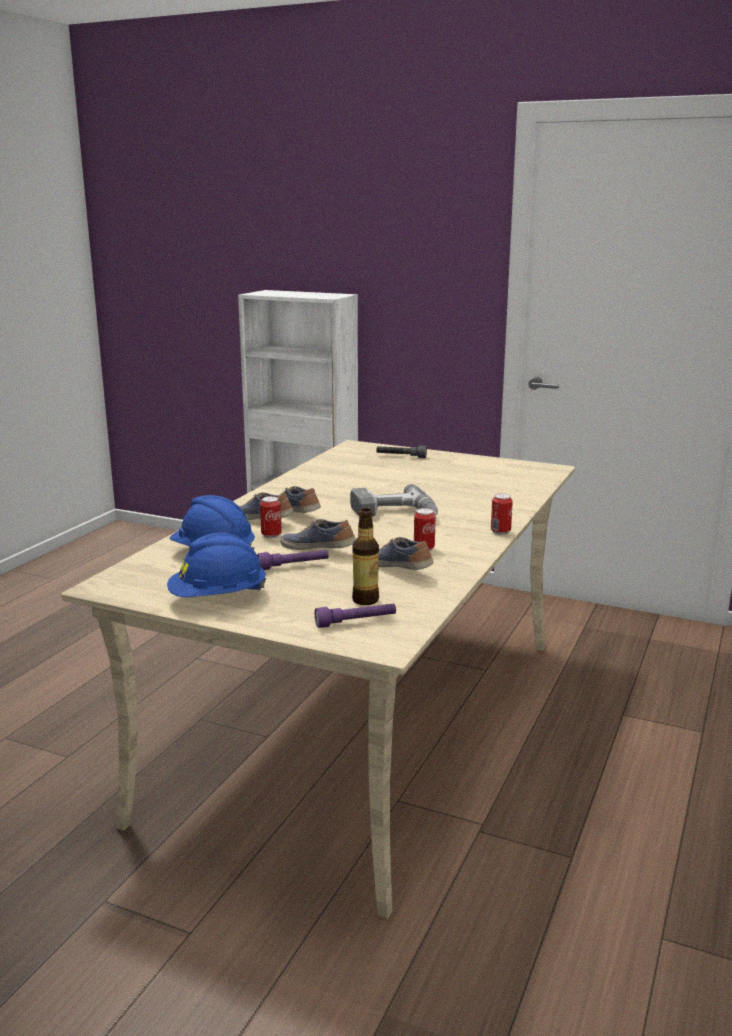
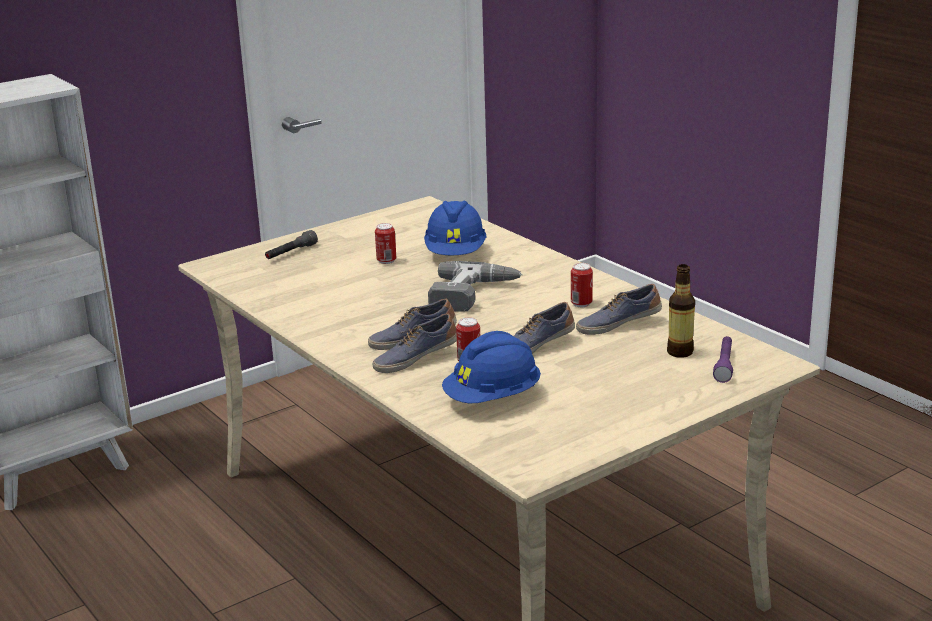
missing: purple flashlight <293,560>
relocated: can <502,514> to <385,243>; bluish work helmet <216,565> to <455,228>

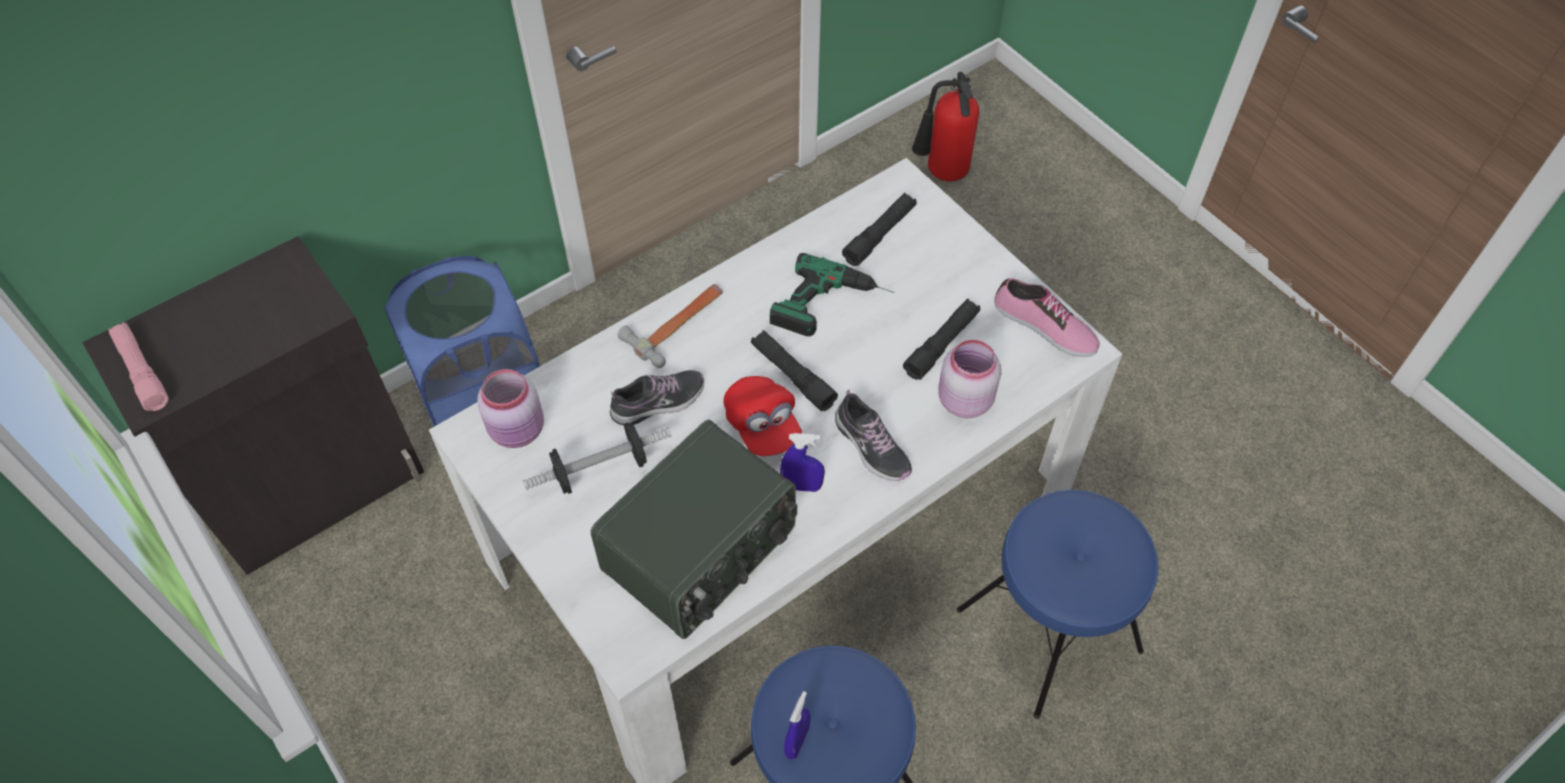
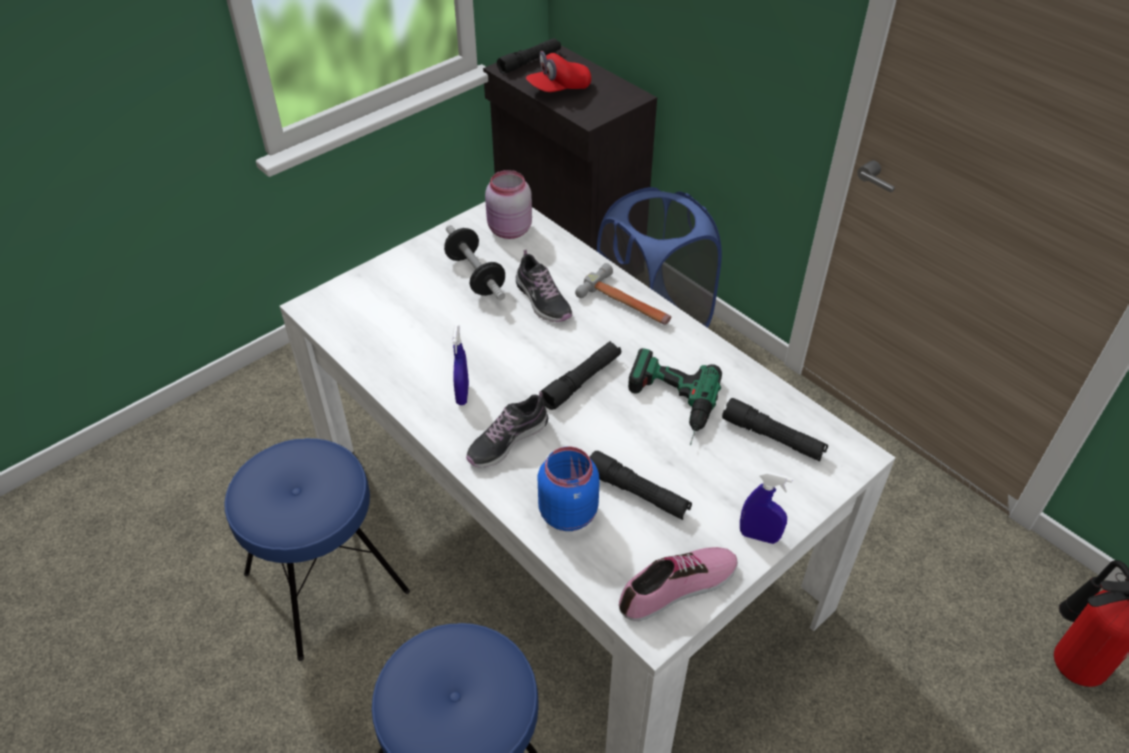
missing: radio <694,529>
relocated: red-coloured peaked cap <762,416> to <558,71>; bluish sprayer <797,725> to <766,507>
colour: pinkish flashlight <139,366> to black flashlight <529,56>; pinkish jar <969,379> to bluish jar <568,488>
spun: low shoe <1047,317> = <678,584> 150 degrees counterclockwise

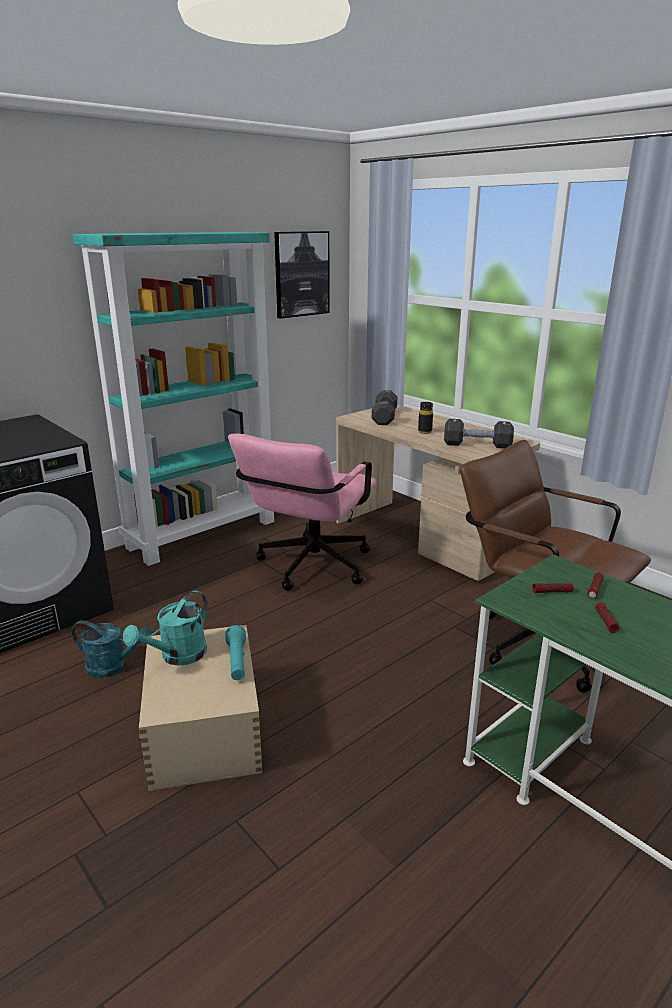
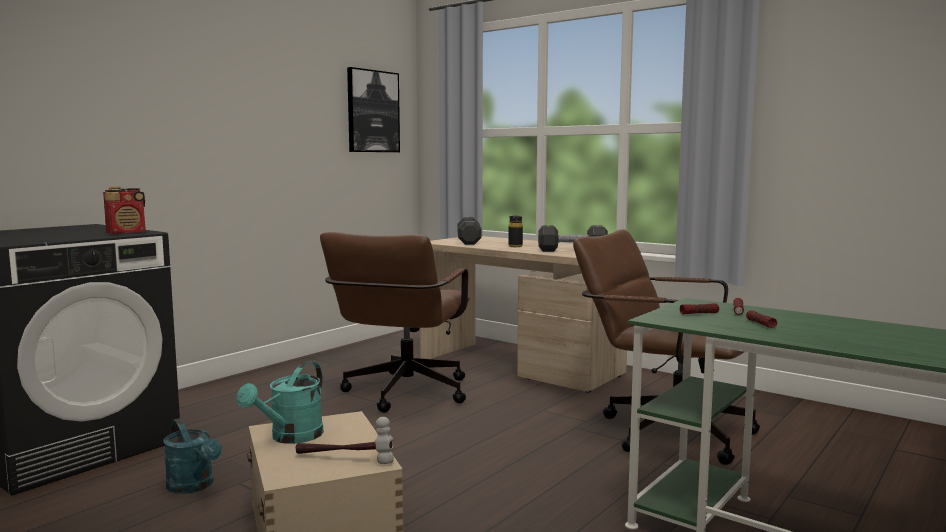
missing: turquoise bookshelf <173,399>; turquoise flashlight <235,652>
appeared: radio <124,210>; tool hammer <345,440>
colour: pinkish office chair <302,512> to brownish office chair <395,322>
spun: turquoise sprinkling can <113,649> = <192,456> 45 degrees clockwise

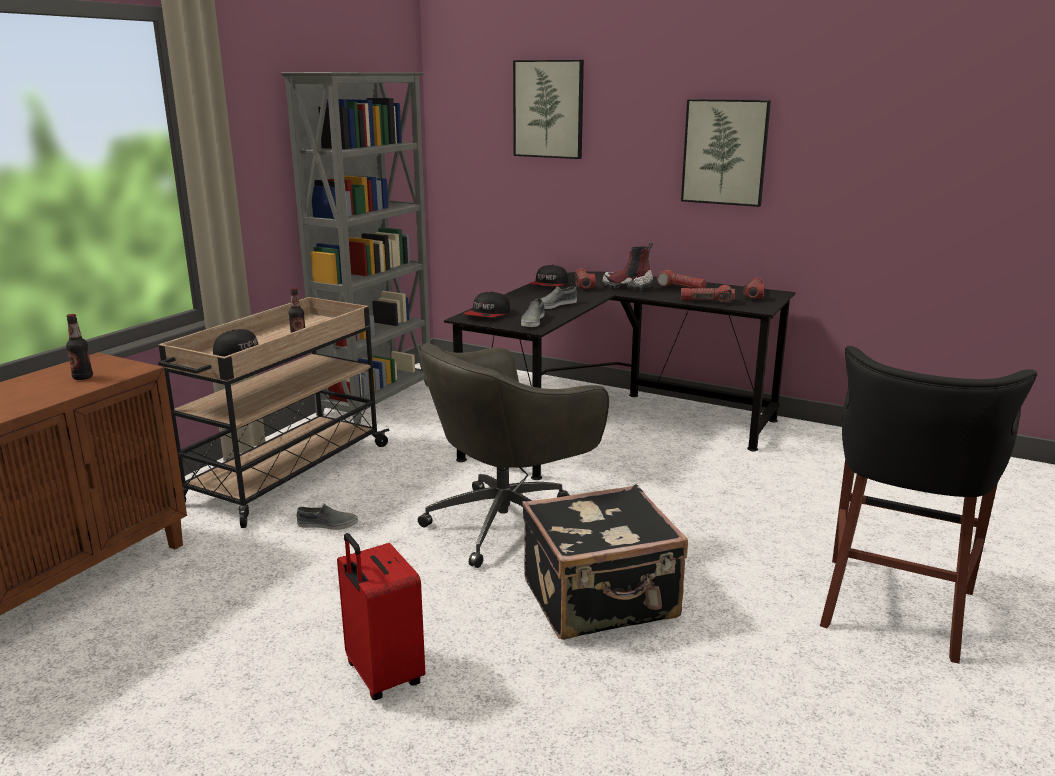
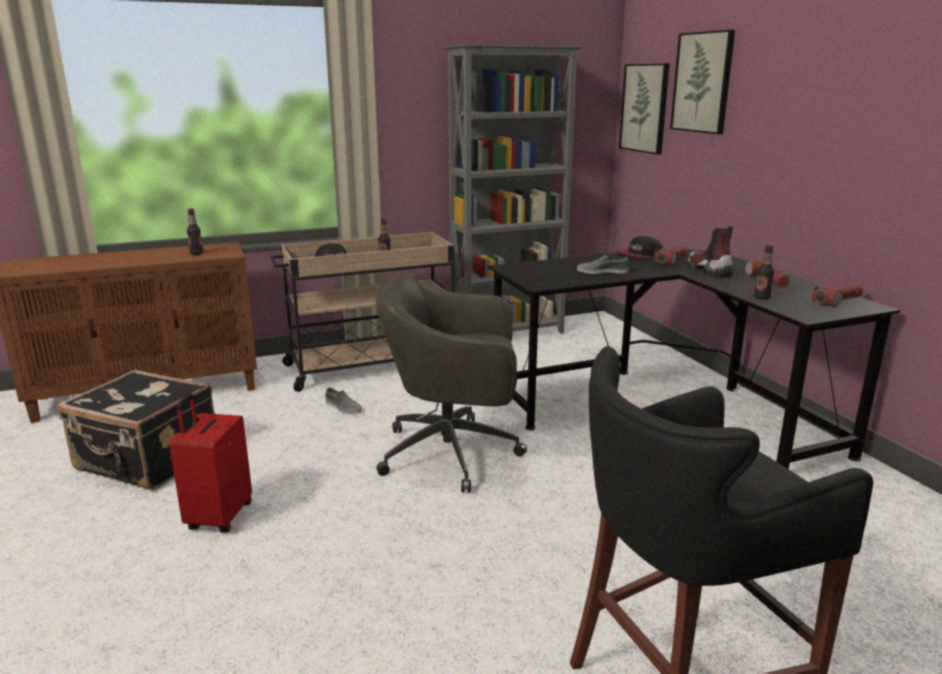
missing: peaked cap <487,304>; greyish low shoe <532,313>
relocated: black travel case <605,562> to <136,430>; wall art <726,153> to <644,109>
exchanged: flashlight <708,294> to beverage bottle <764,272>

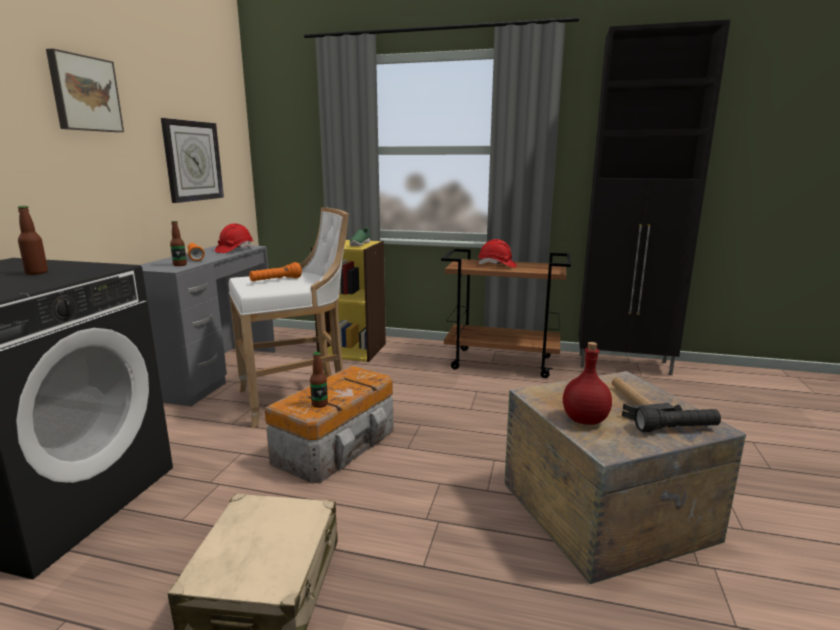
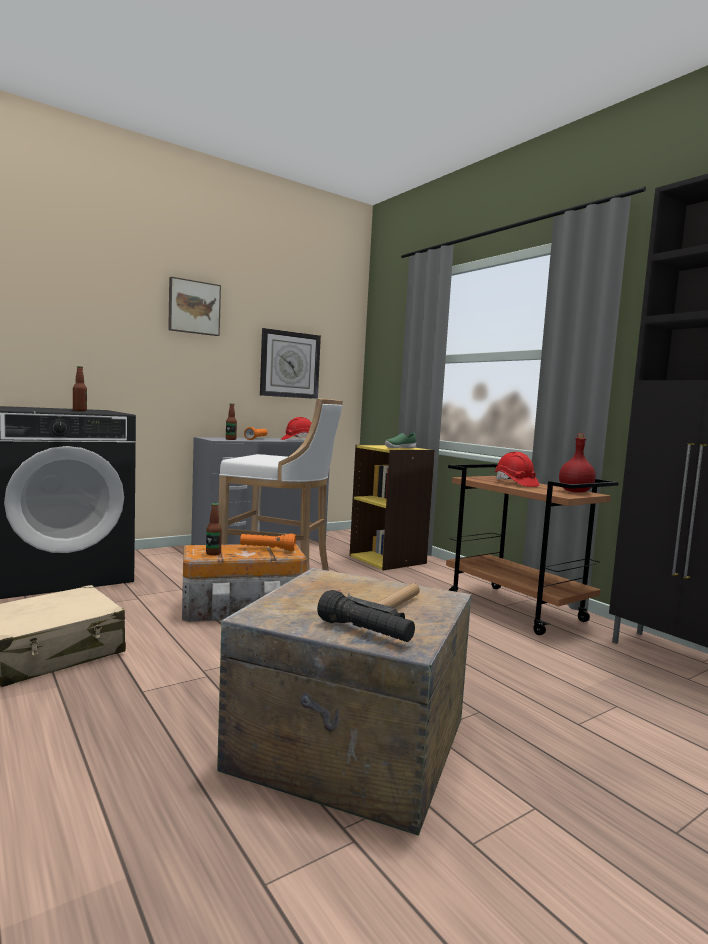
relocated: orangey flashlight <275,271> to <268,542>; red-coloured beverage bottle <587,383> to <577,463>

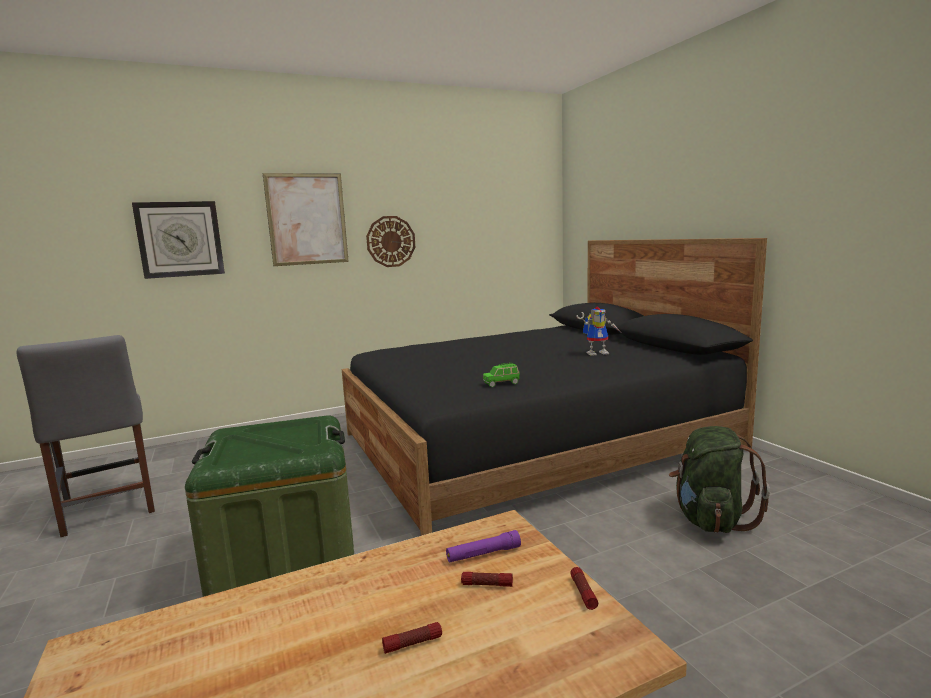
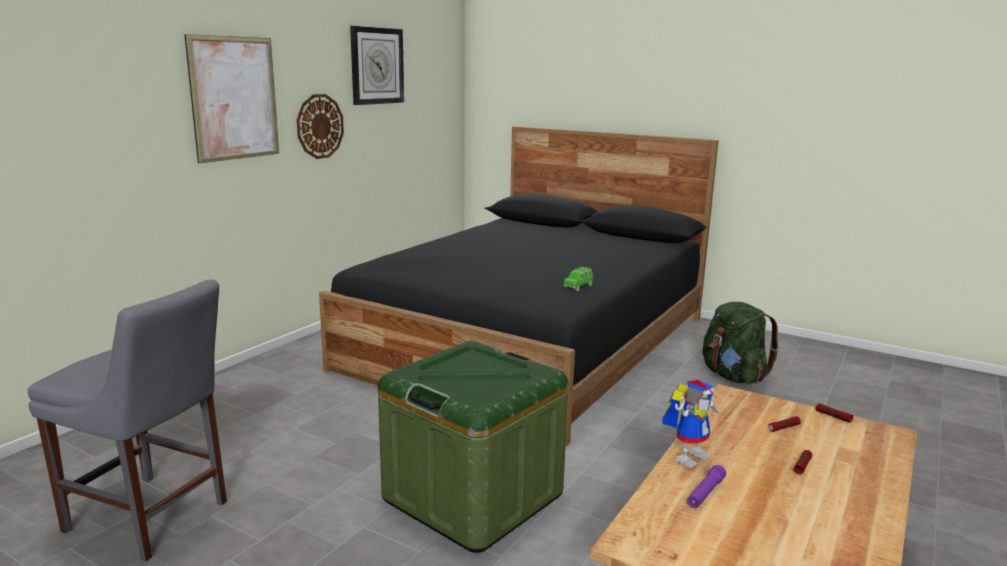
relocated: wall clock <178,240> to <377,65>; toy robot <598,331> to <690,424>; purple flashlight <483,546> to <706,486>

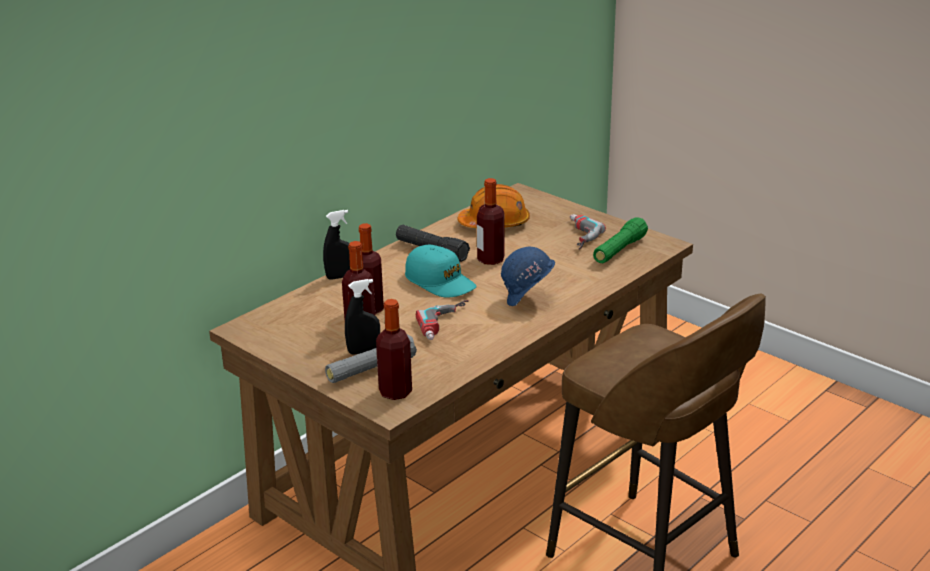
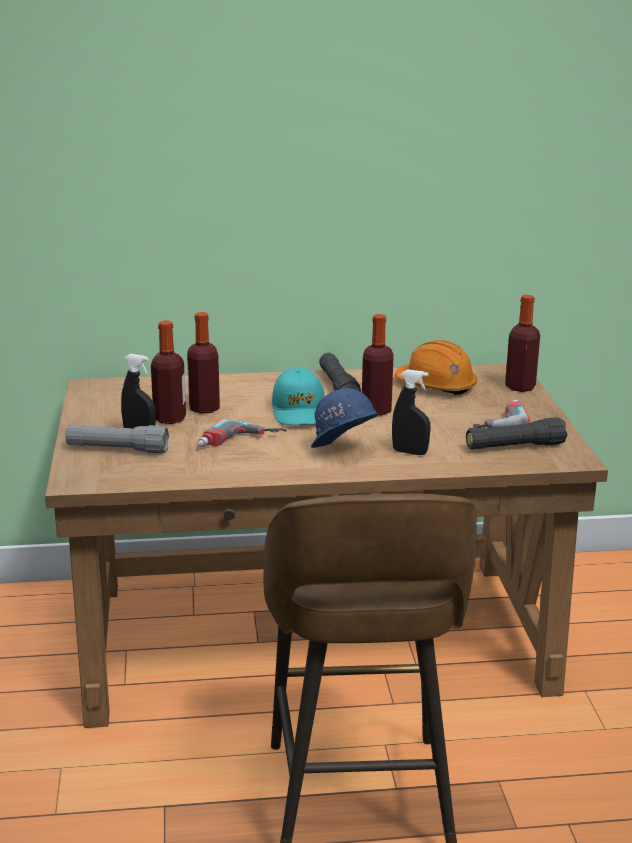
relocated: black sprayer <336,245> to <411,412>; beverage bottle <394,349> to <522,343>
colour: green-coloured flashlight <620,240> to black flashlight <516,433>

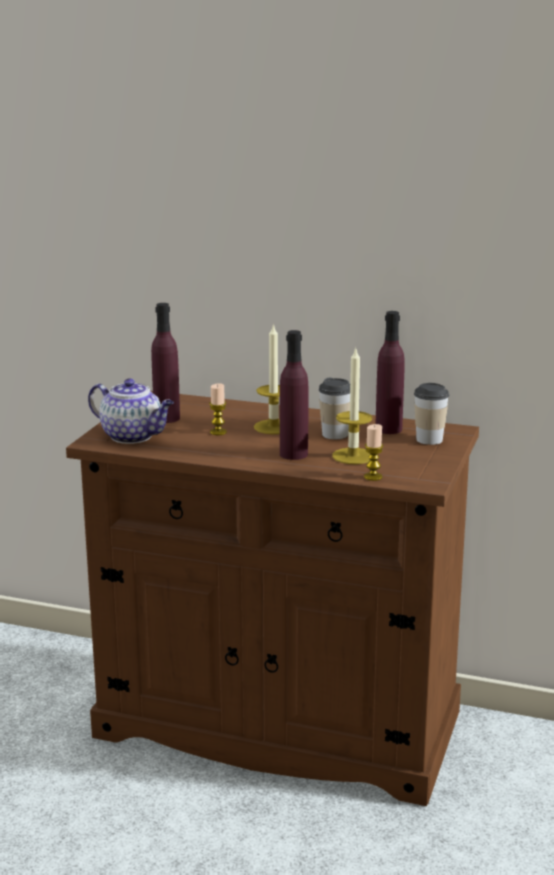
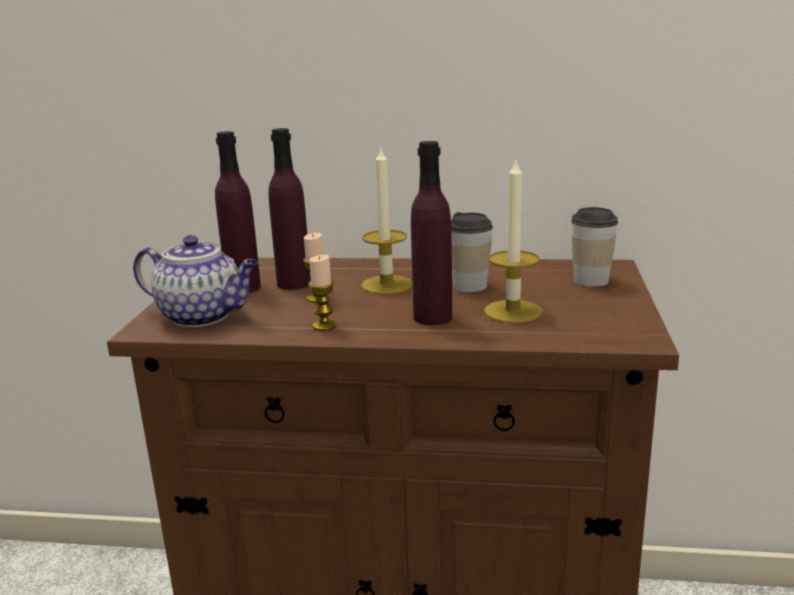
relocated: purple beverage bottle <390,372> to <289,209>; wax candle <374,452> to <323,293>

